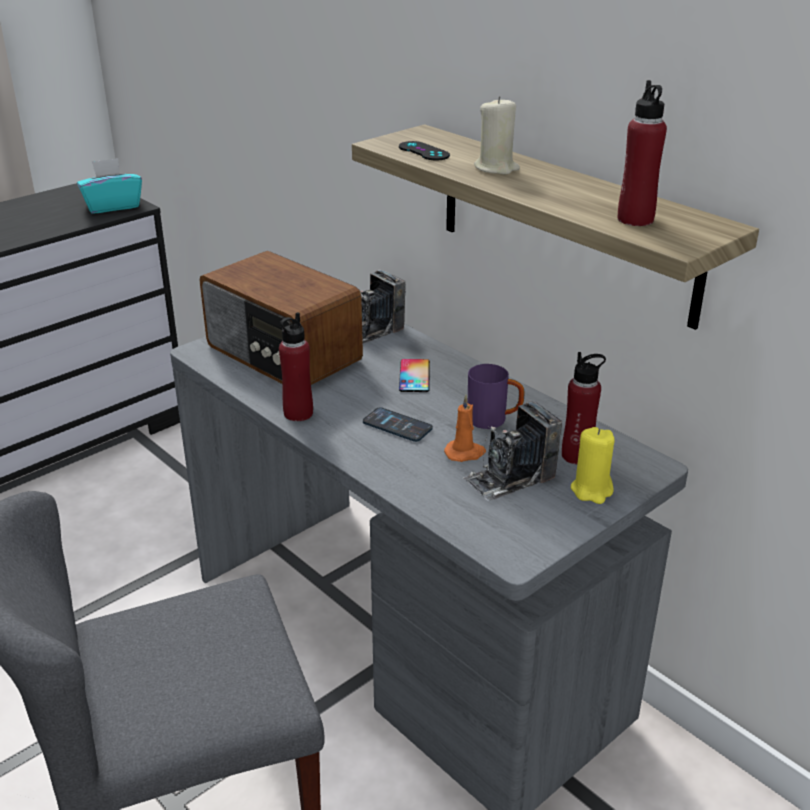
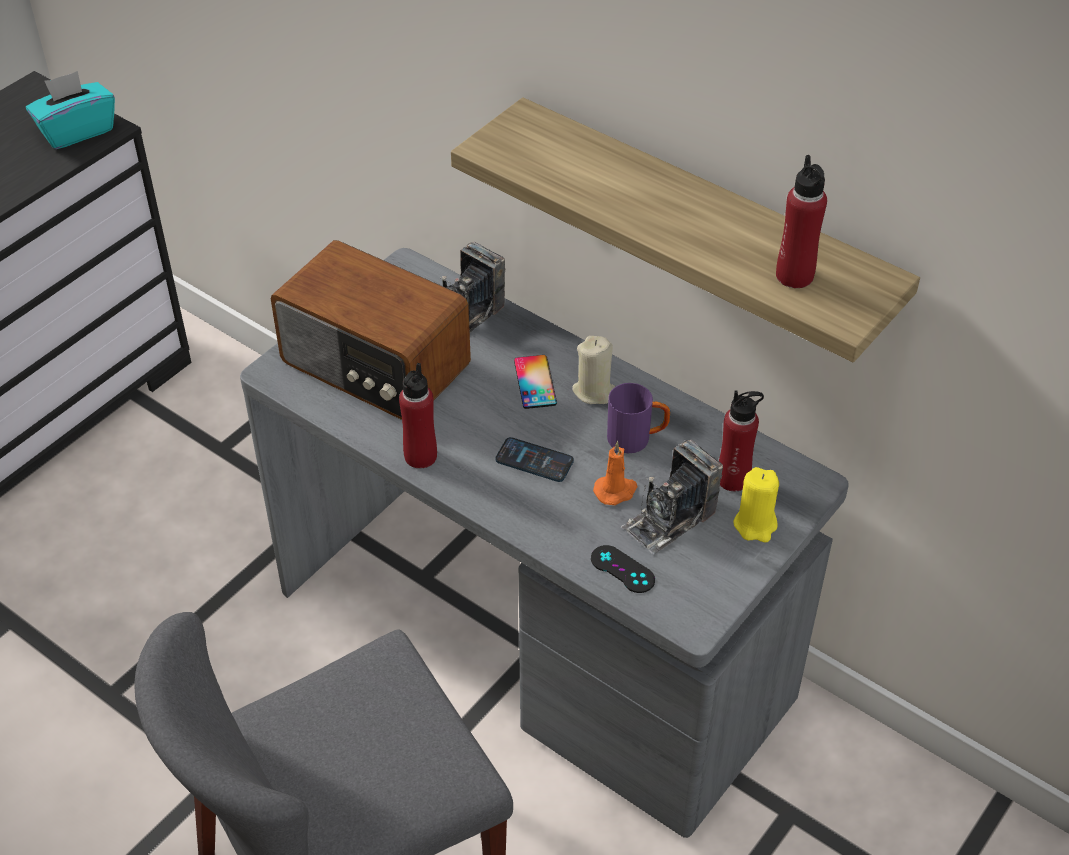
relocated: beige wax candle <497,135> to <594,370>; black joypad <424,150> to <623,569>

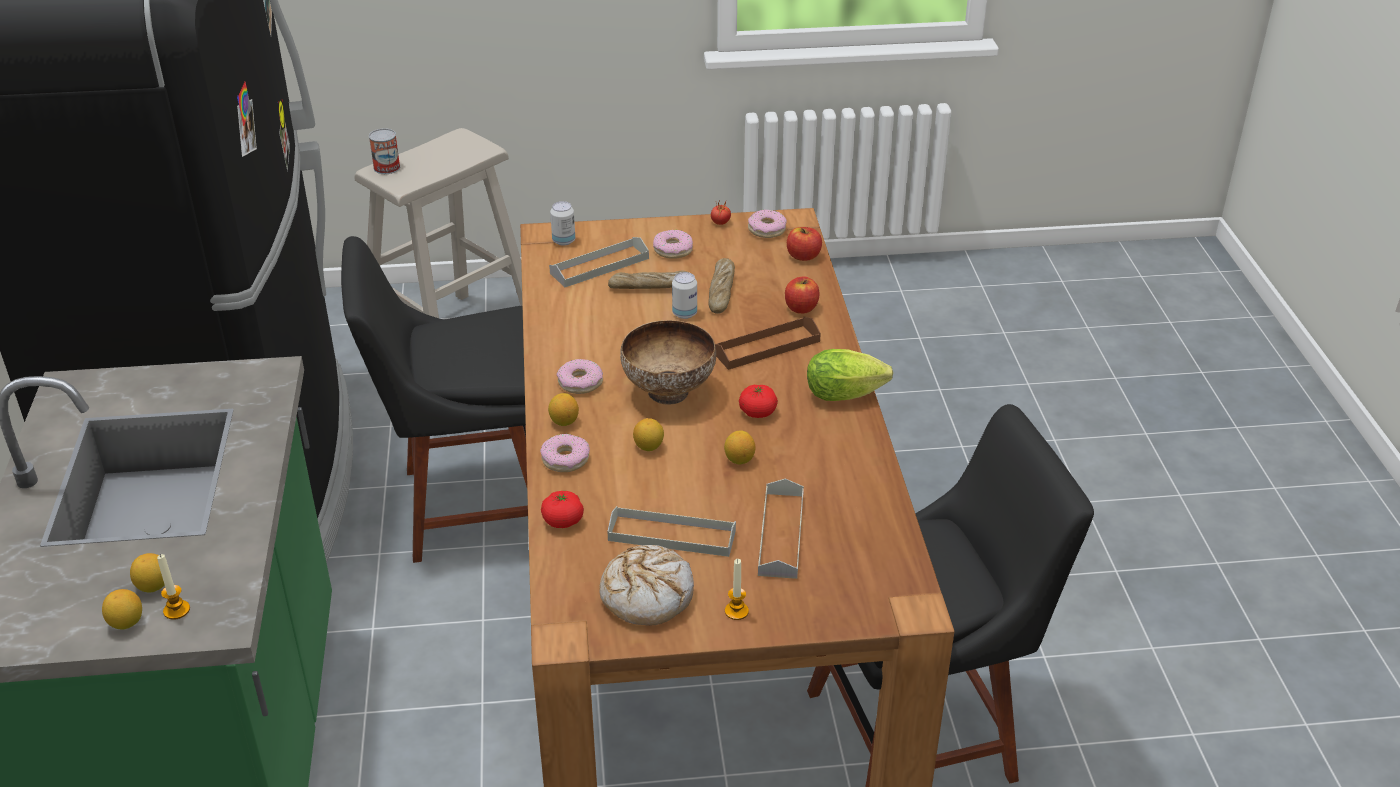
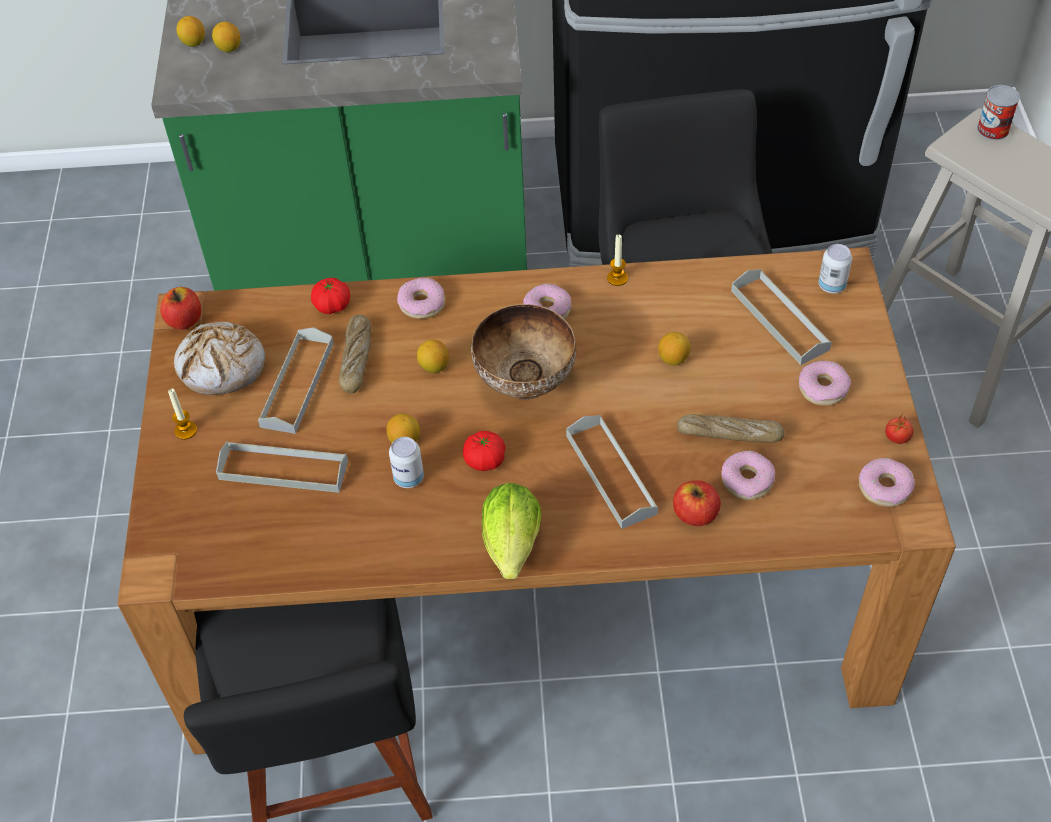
appeared: donut <748,475>
relocated: whole apple <804,244> to <180,308>; baked bread <647,280> to <355,354>; can <684,295> to <406,462>; wax candle <173,587> to <617,260>; lemon <563,409> to <674,348>
colour: brownish serving tray <768,343> to greyish serving tray <612,472>

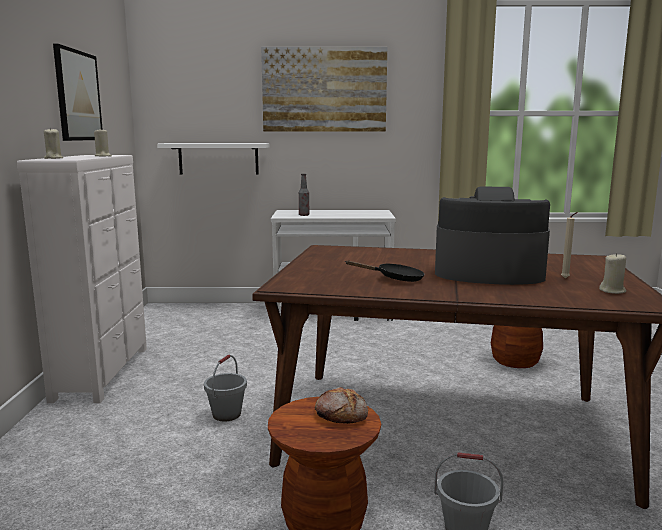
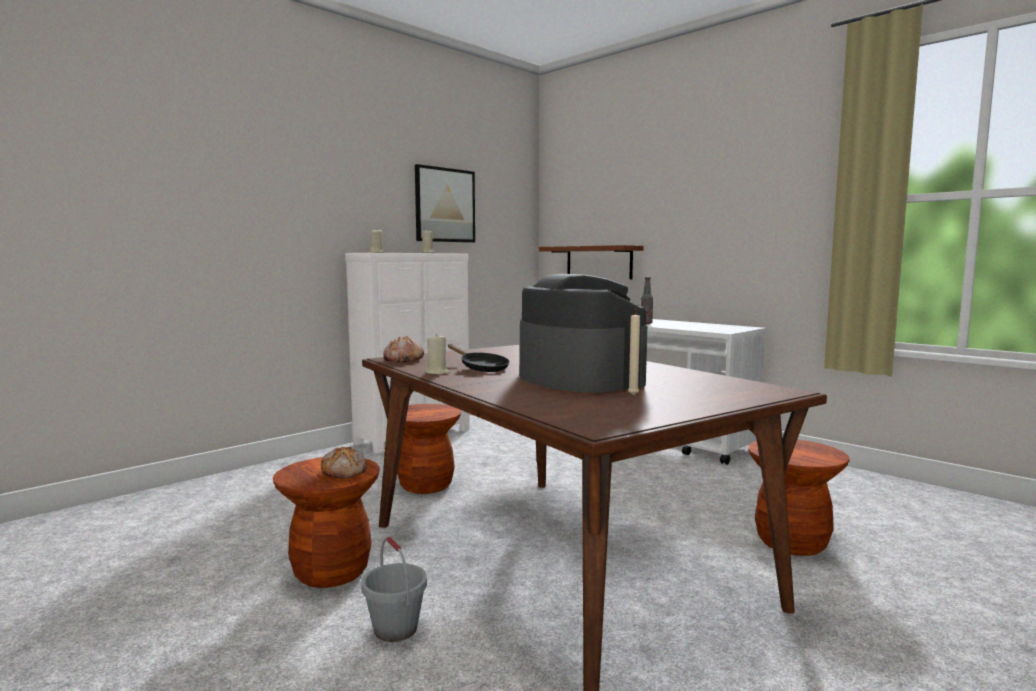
missing: wall art <324,89>
appeared: baked bread <403,349>
relocated: beige wax candle <612,273> to <438,354>
exchanged: greyish bucket <225,388> to brownish stool <429,449>
colour: white-coloured shelf <213,159> to brownish shelf <591,262>

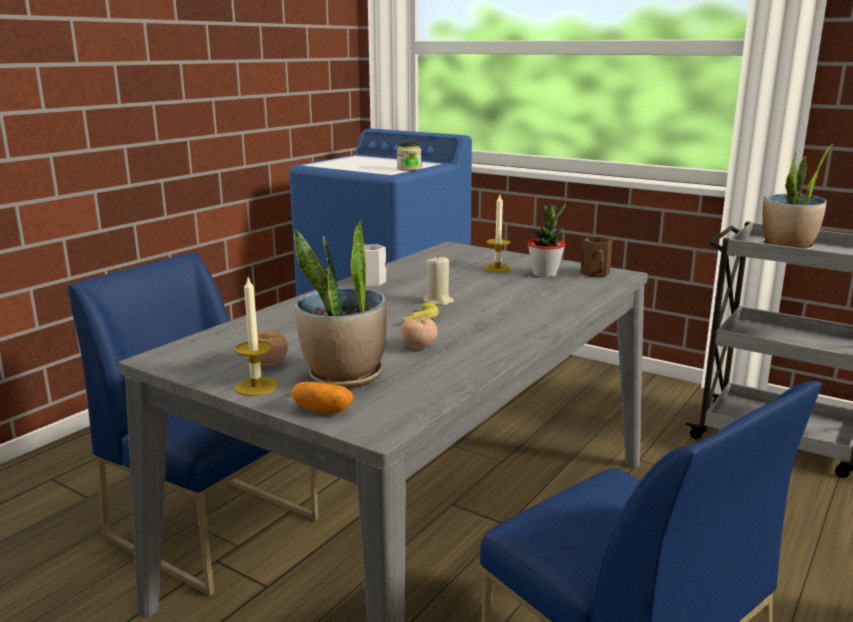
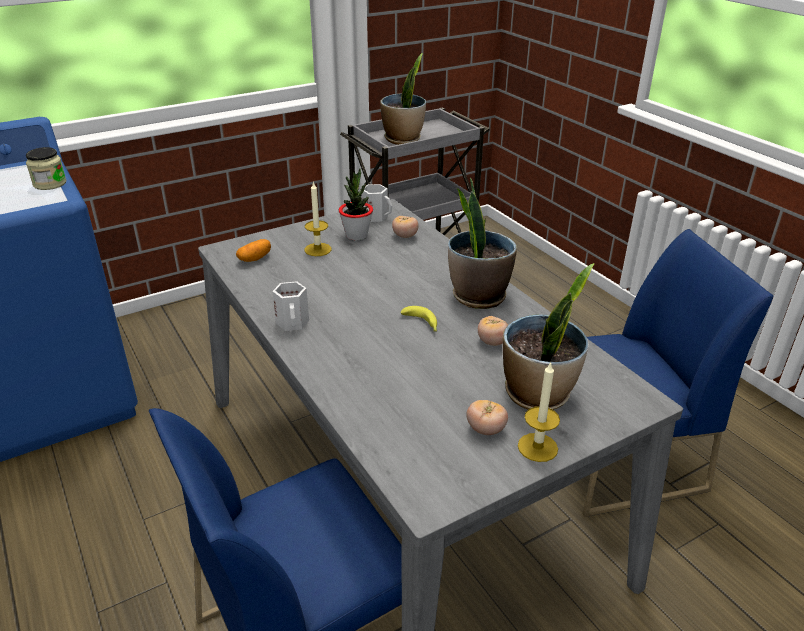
missing: beige wax candle <438,280>
appeared: tomato <405,227>; plant in a pot <482,243>
relocated: potato <321,397> to <253,250>
colour: brownish mug <596,257> to white-coloured mug <376,203>

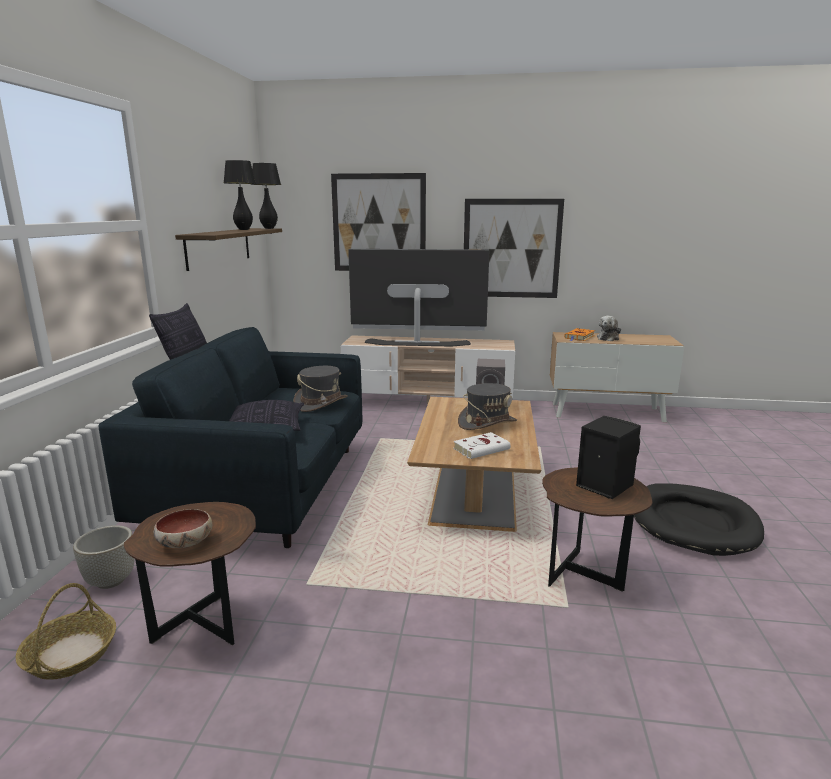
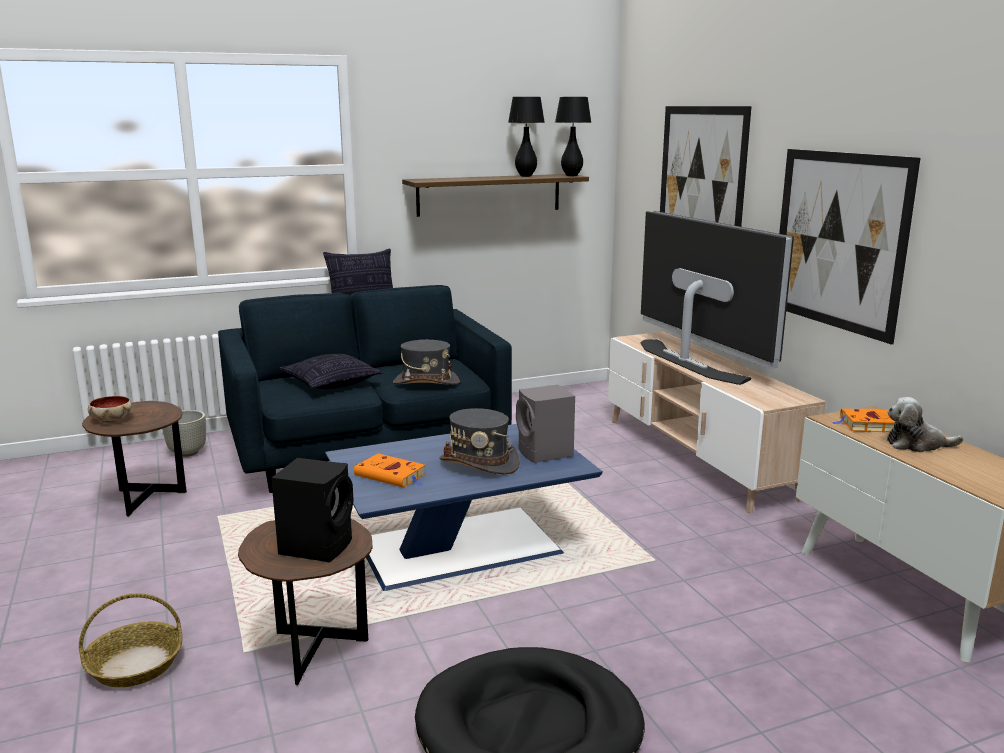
relocated: storage basket <65,631> to <131,640>
colour: brownish low table <474,464> to bluish low table <464,507>; white-coloured volume <482,445> to orangey volume <390,470>

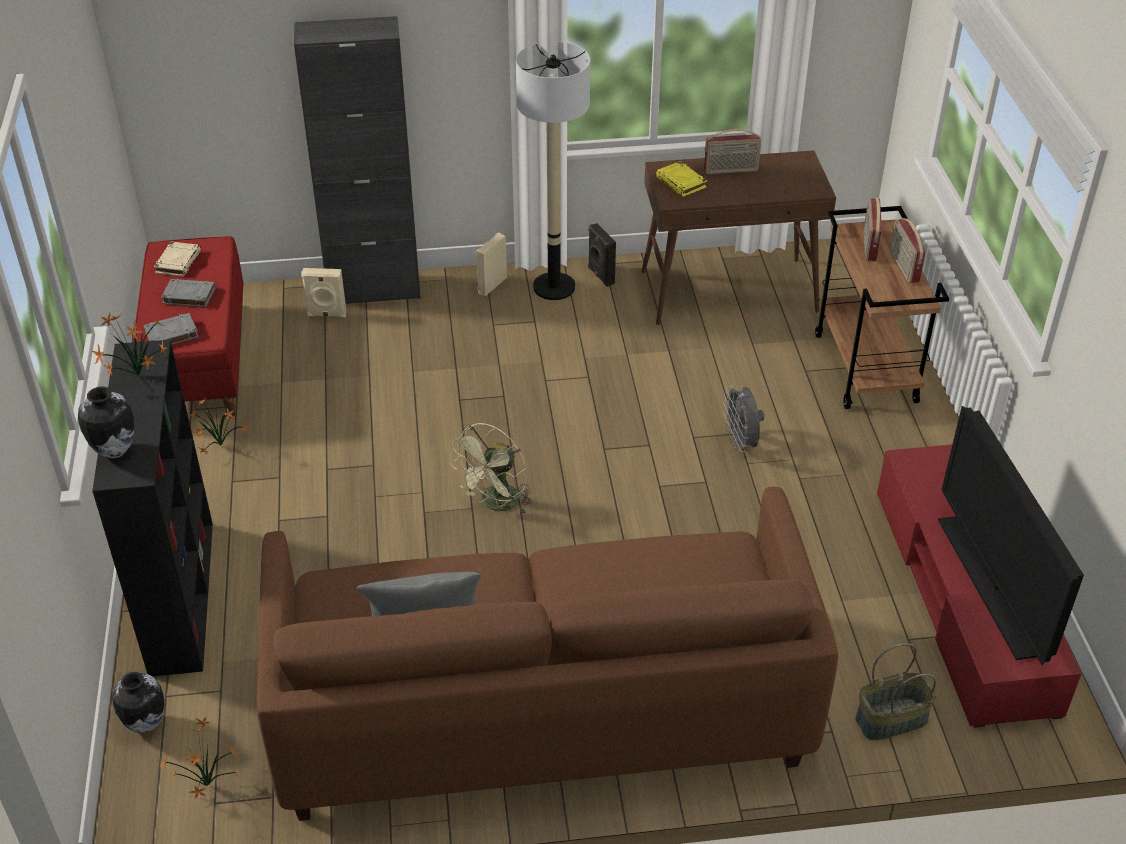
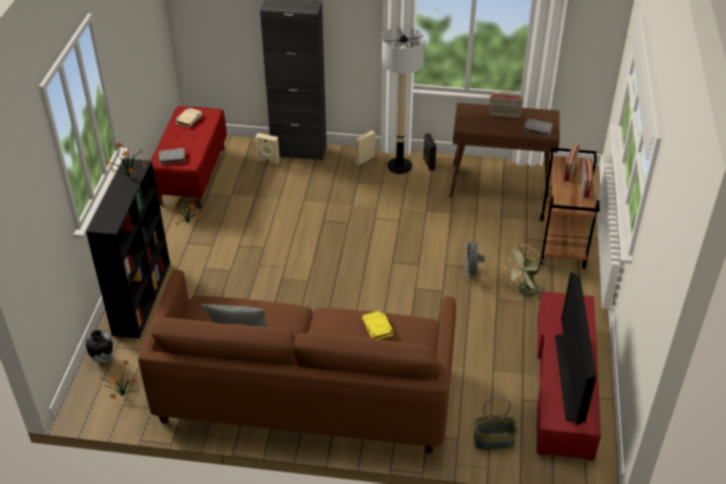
missing: vase <106,423>
relocated: yellowish volume <681,178> to <377,324>; green-coloured fan <491,468> to <526,272>; greyish volume <188,293> to <538,127>

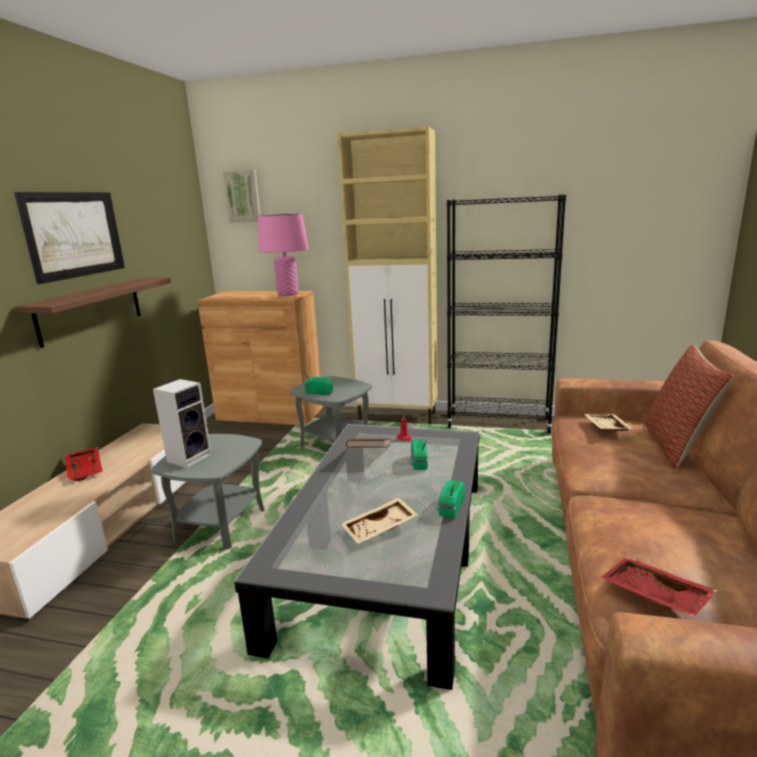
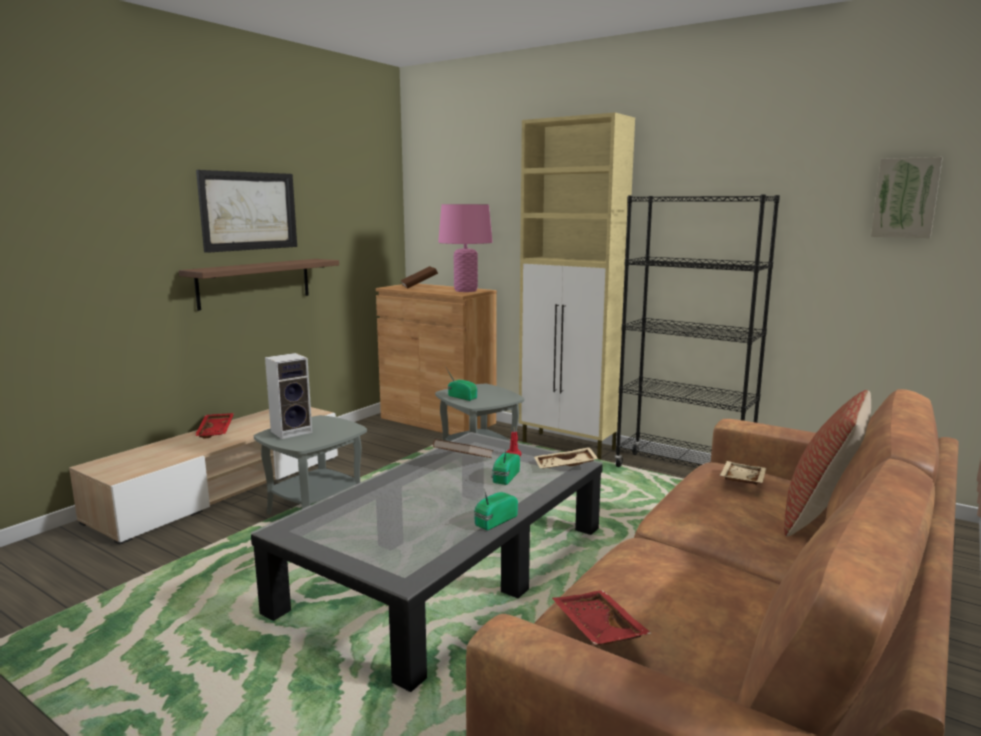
appeared: brownish volume <419,277>
relocated: beige serving tray <380,520> to <566,458>; wall art <242,196> to <907,197>

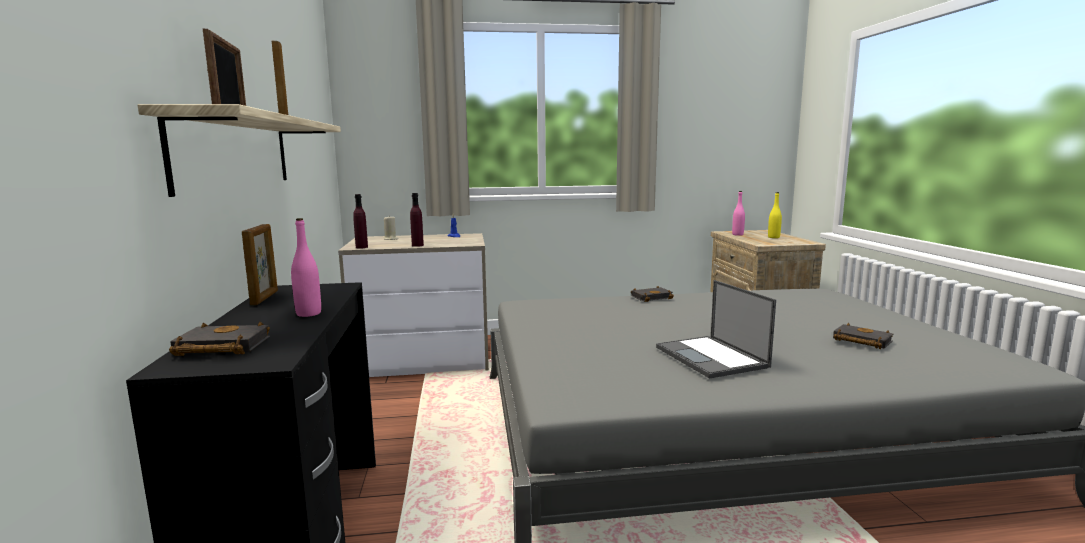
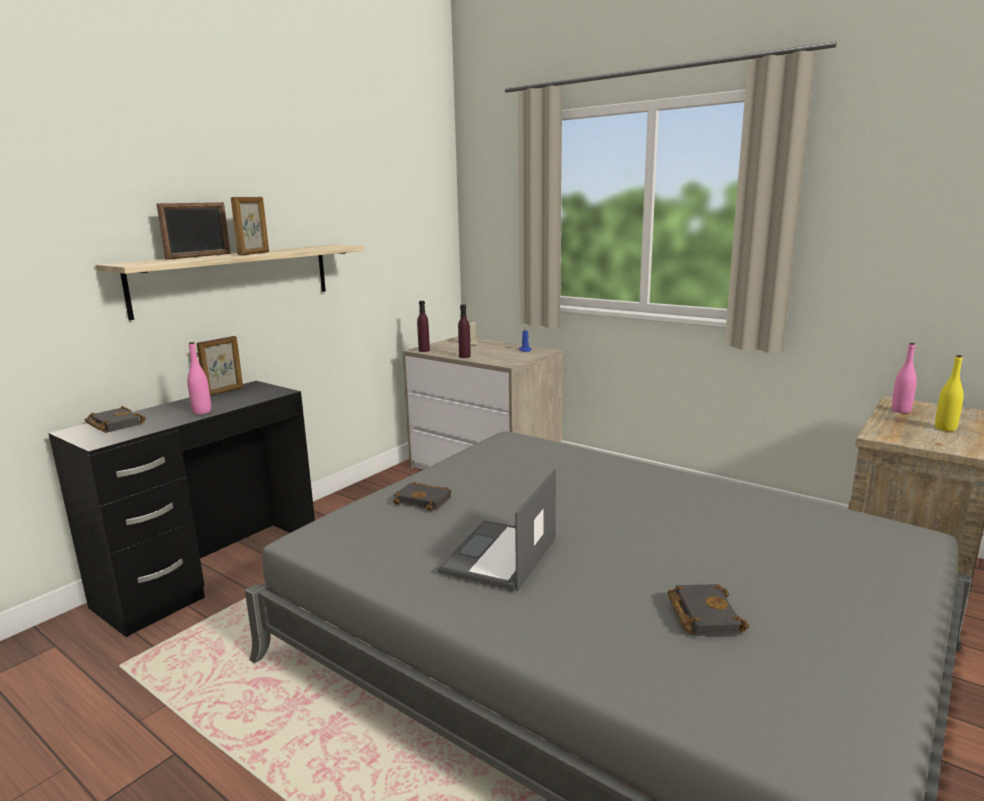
relocated: black volume <652,294> to <422,496>

